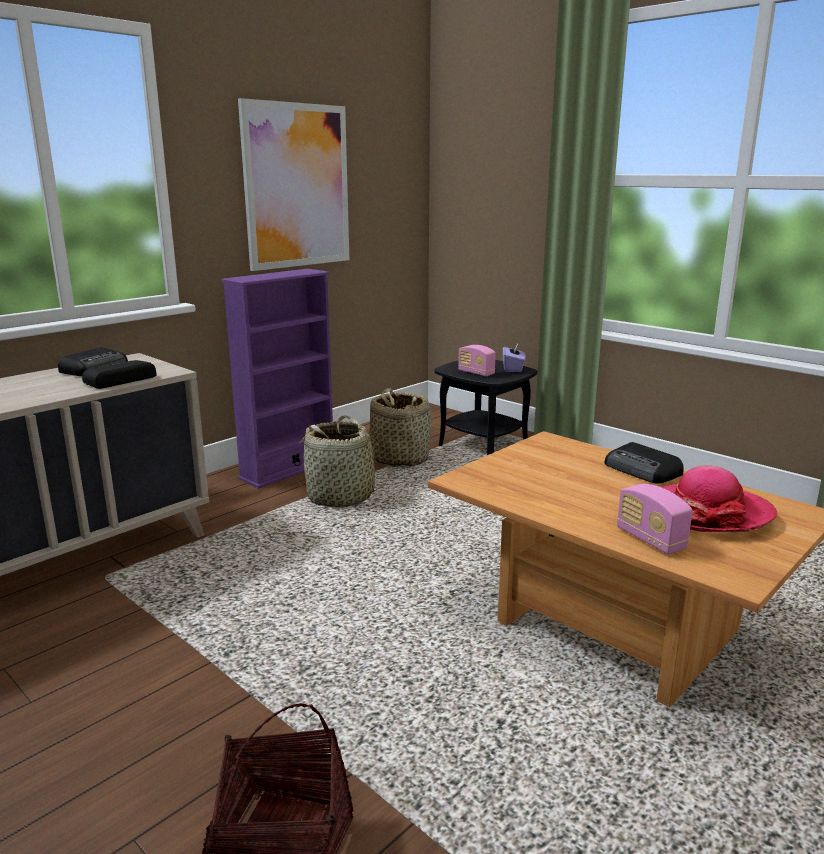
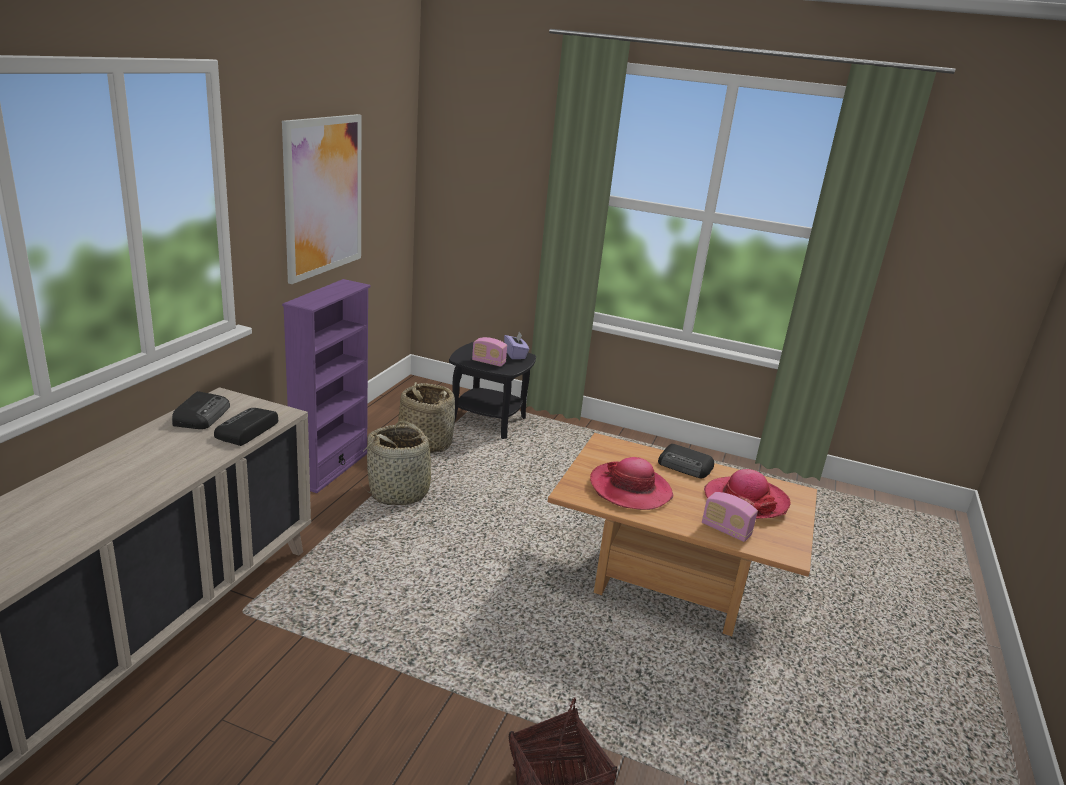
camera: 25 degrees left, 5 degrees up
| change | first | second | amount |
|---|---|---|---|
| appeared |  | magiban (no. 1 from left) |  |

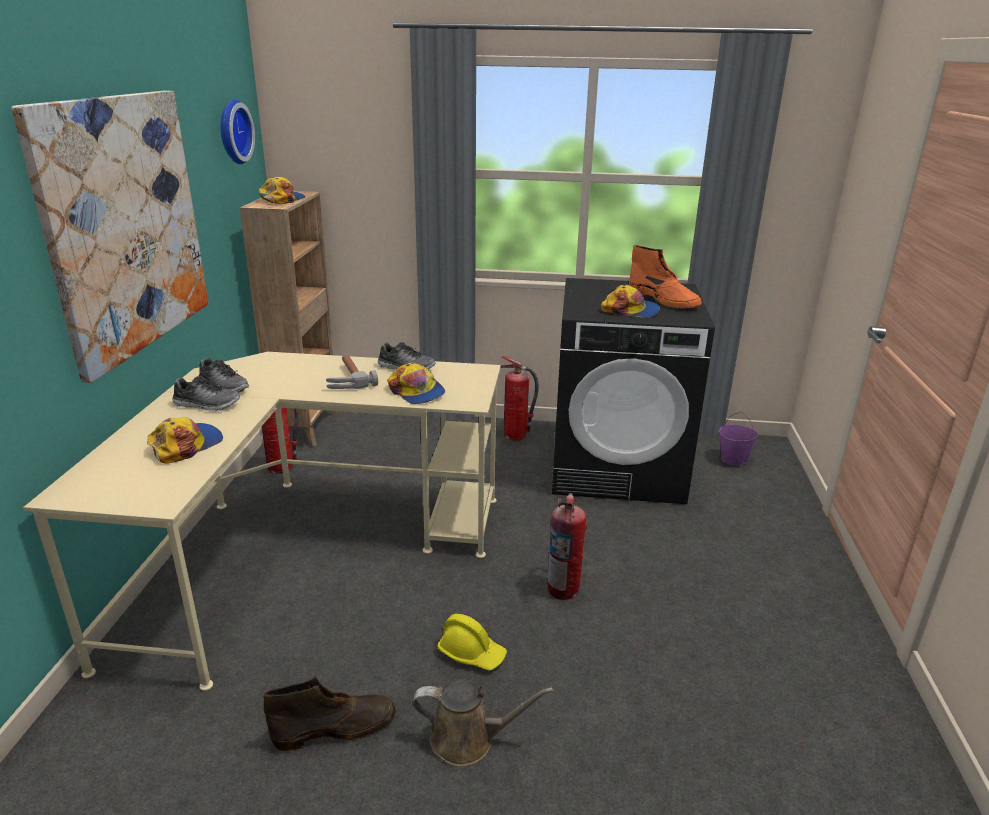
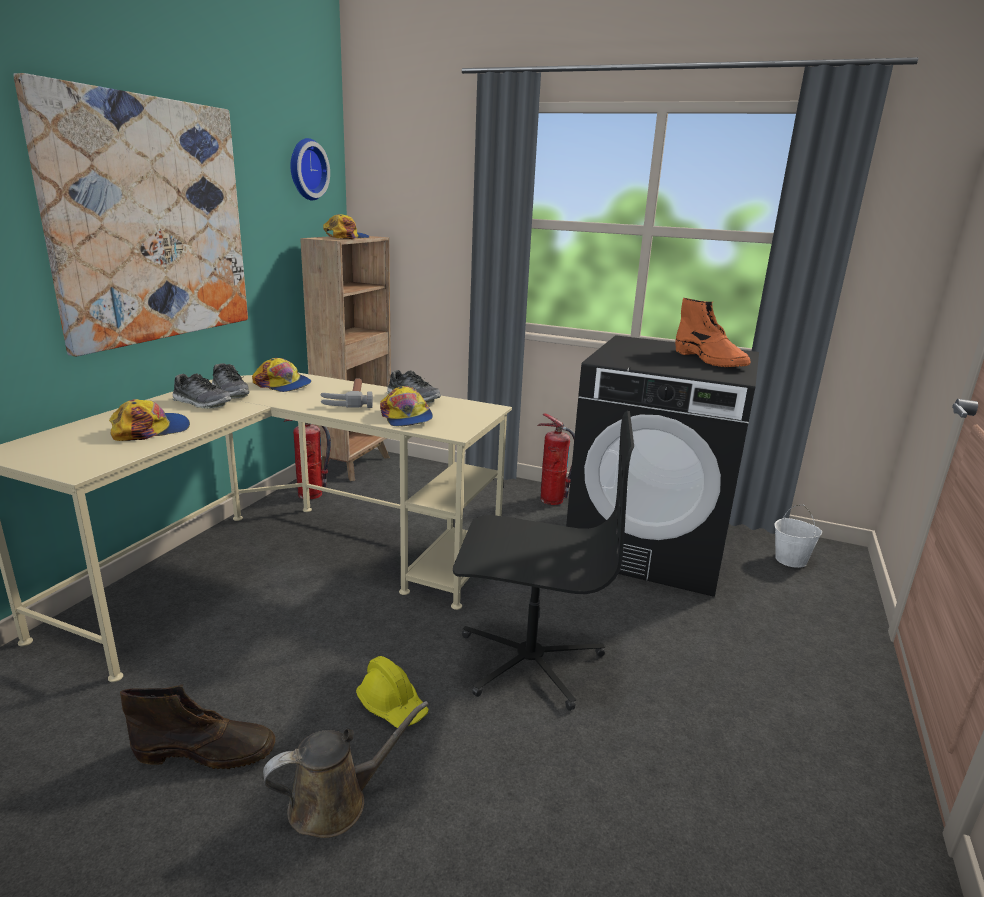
camera: 15 degrees right, 5 degrees down
| change | first | second | amount |
|---|---|---|---|
| relocated | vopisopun (no. 4 from left in the first image) | vopisopun (no. 2 from left) |  |
| colour | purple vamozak | white vamozak |  |
| exchanged | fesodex (no. 3 from left) | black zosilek |  |
| spun | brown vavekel |  | 45 degrees counterclockwise |

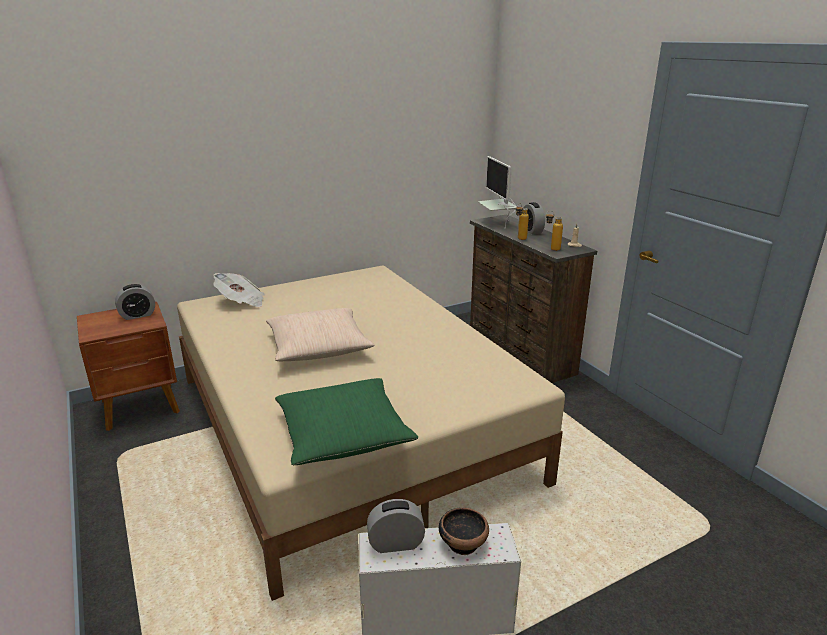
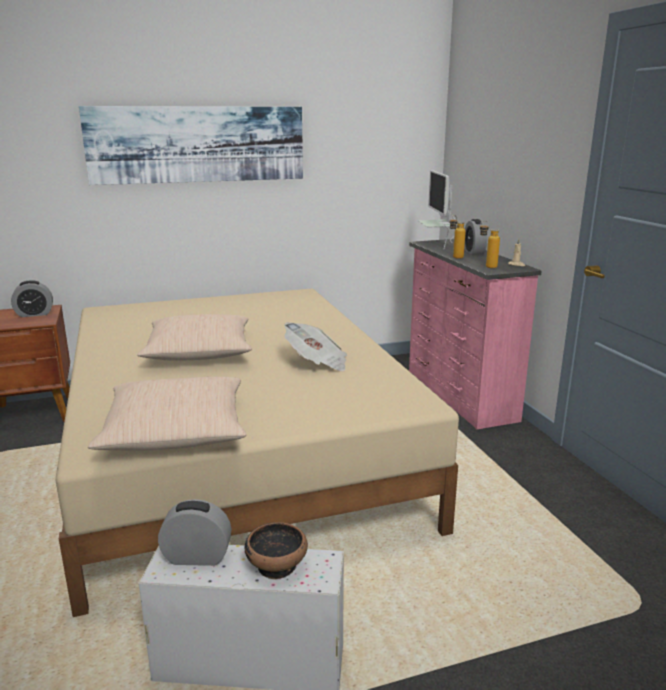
camera: 10 degrees right, 5 degrees down
| change | first | second | amount |
|---|---|---|---|
| colour | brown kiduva | pink kiduva |  |
| relocated | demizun |  |  |
| colour | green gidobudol | beige gidobudol (no. 1 from left) |  |
| appeared |  | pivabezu |  |

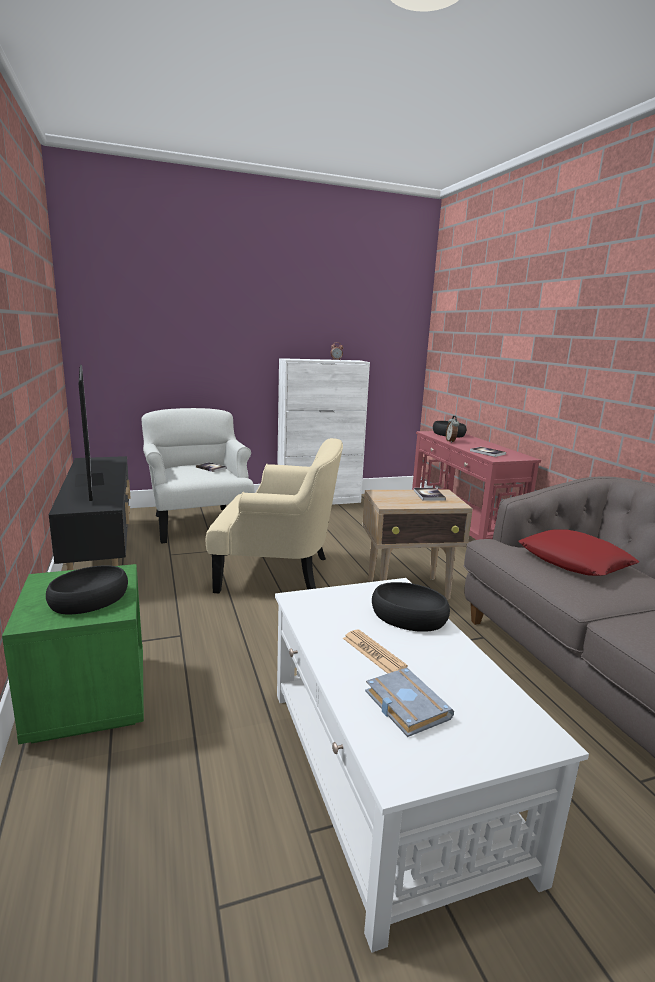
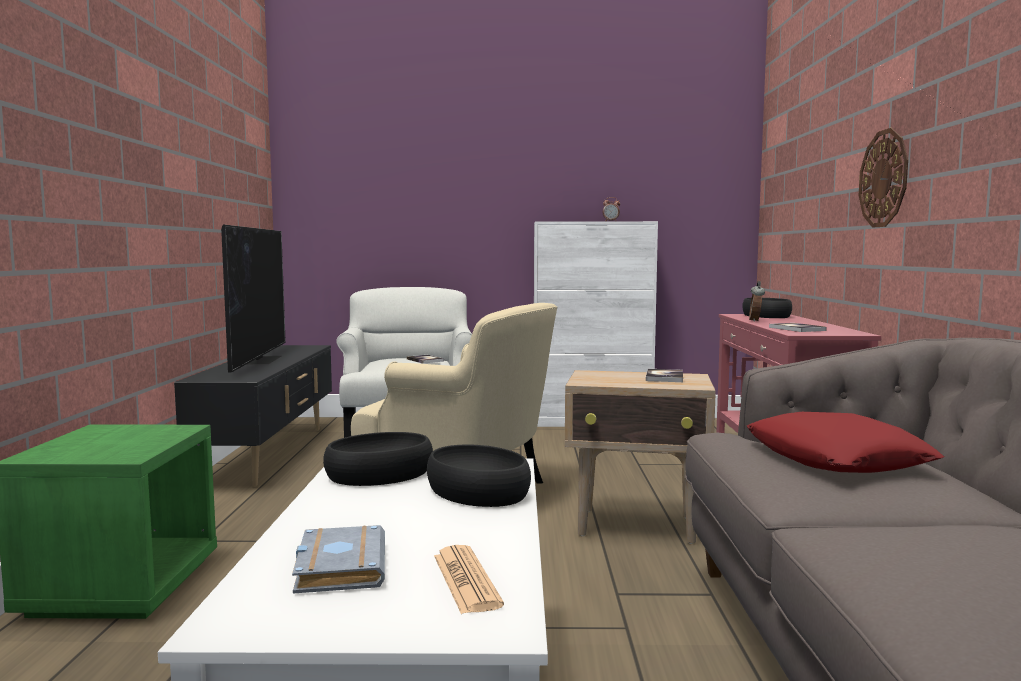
camera: 20 degrees right, 10 degrees down
| change | first | second | amount |
|---|---|---|---|
| relocated | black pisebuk (no. 1 from left) |  |  |
| relocated | demizun |  |  |
| appeared |  | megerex |  |

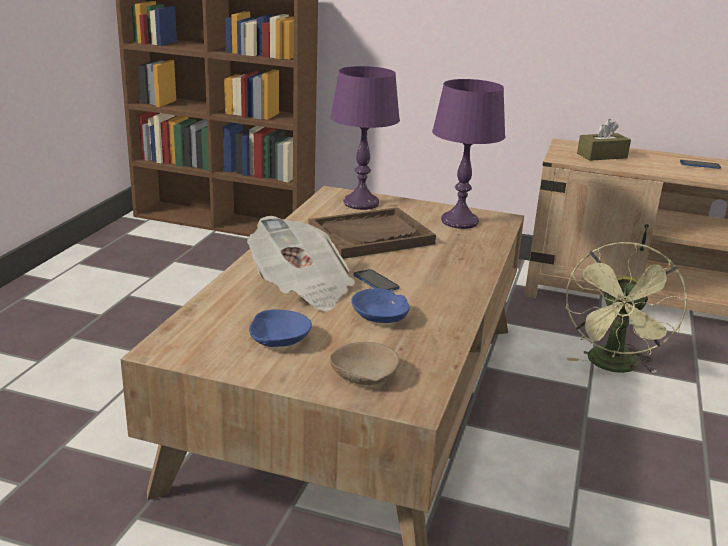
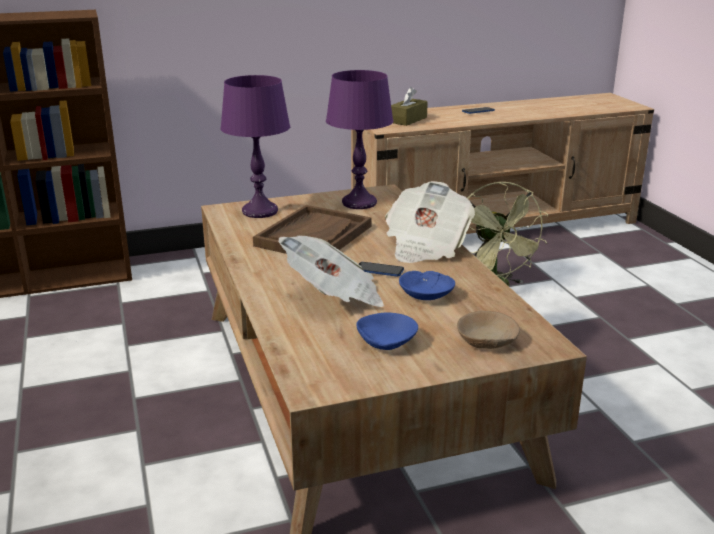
camera: 35 degrees left, 0 degrees up
| change | first | second | amount |
|---|---|---|---|
| appeared |  | demizun (no. 2 from left) |  |

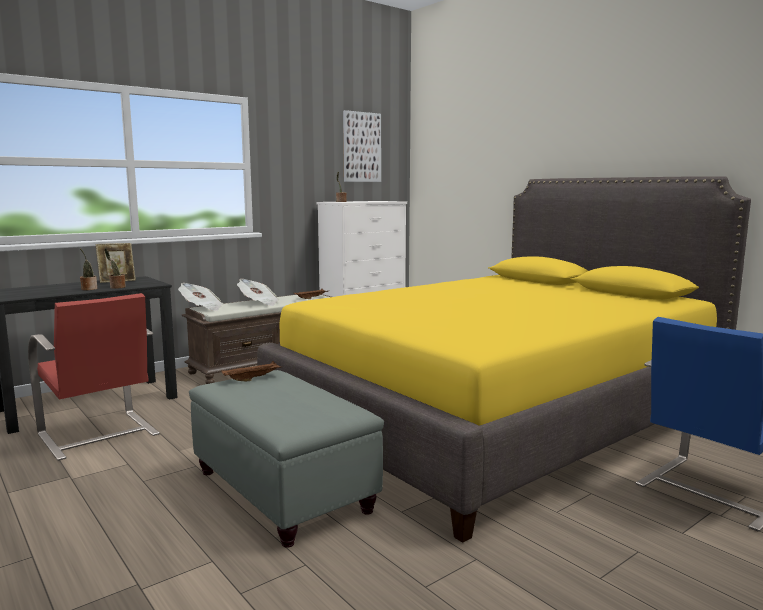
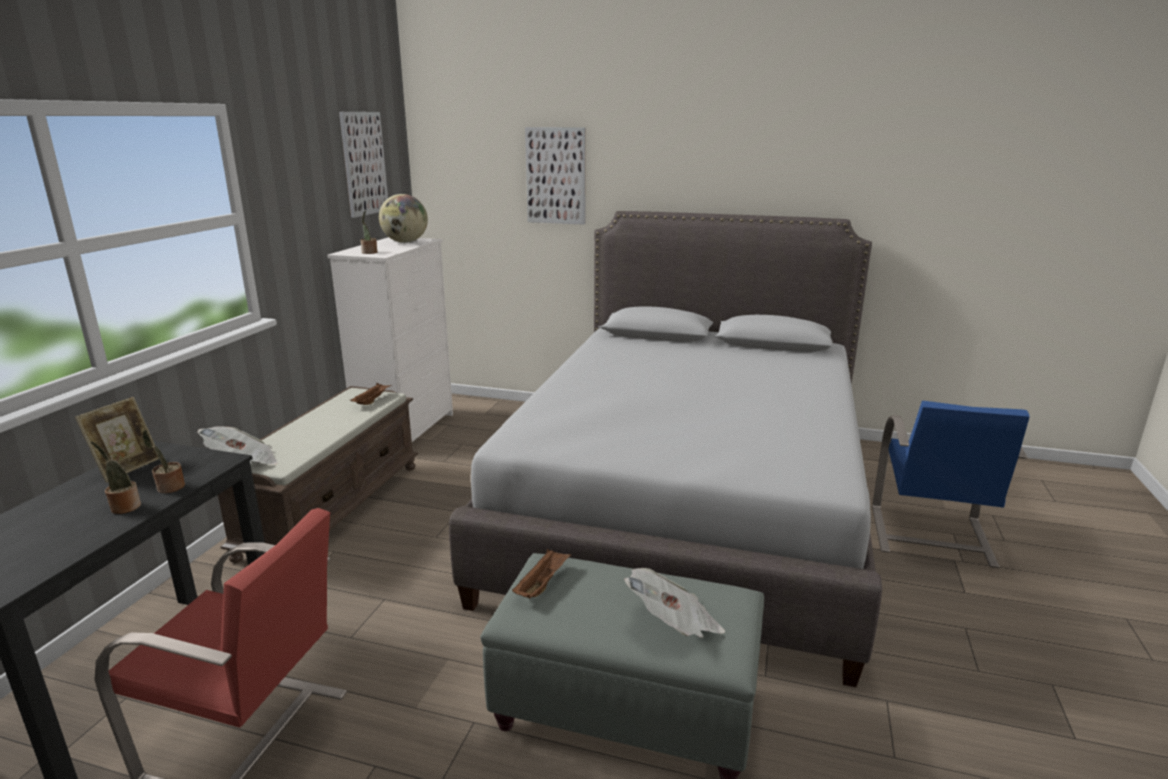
camera: 35 degrees left, 10 degrees up
| change | first | second | amount |
|---|---|---|---|
| colour | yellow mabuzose | grey mabuzose |  |
| relocated | demizun (no. 2 from left) |  |  |
| appeared |  | pivabezu (no. 2 from left) |  |
| appeared |  | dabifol |  |

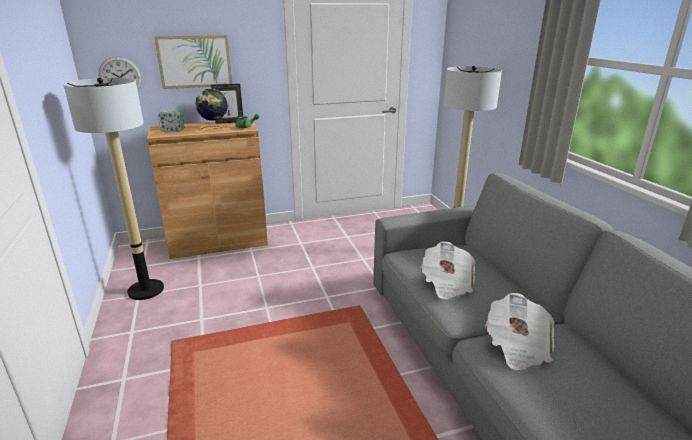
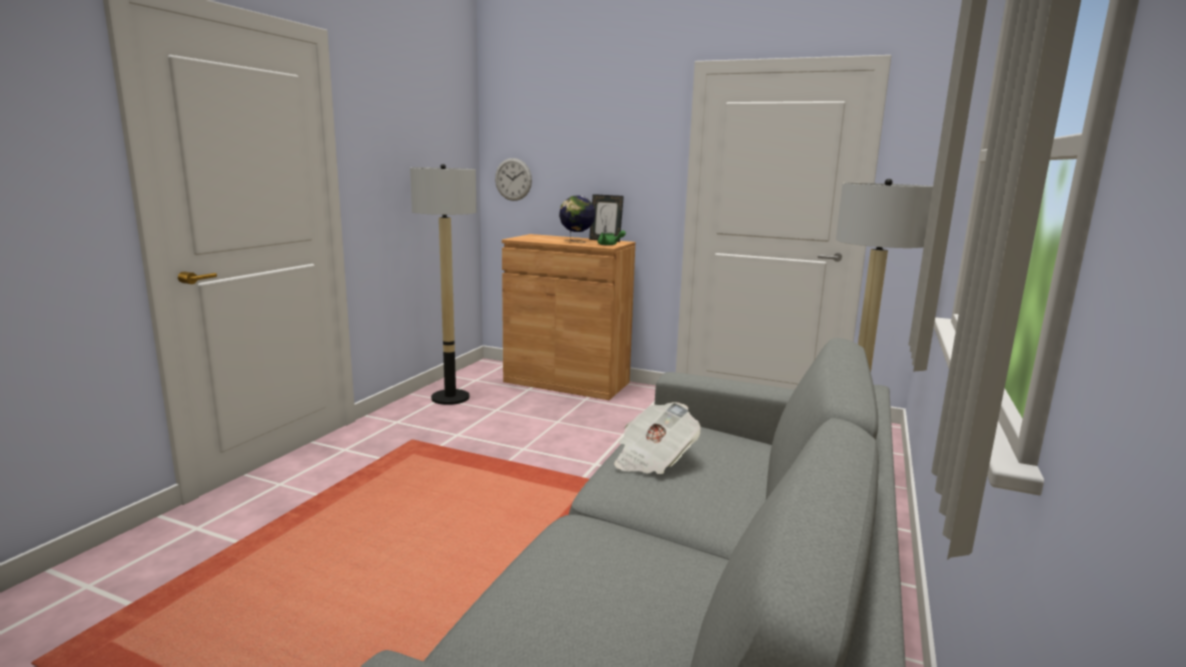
camera: 40 degrees right, 10 degrees down
| change | first | second | amount |
|---|---|---|---|
| missing | pivabezu |  |  |
| missing | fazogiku |  |  |
| missing | demizun (no. 2 from left) |  |  |

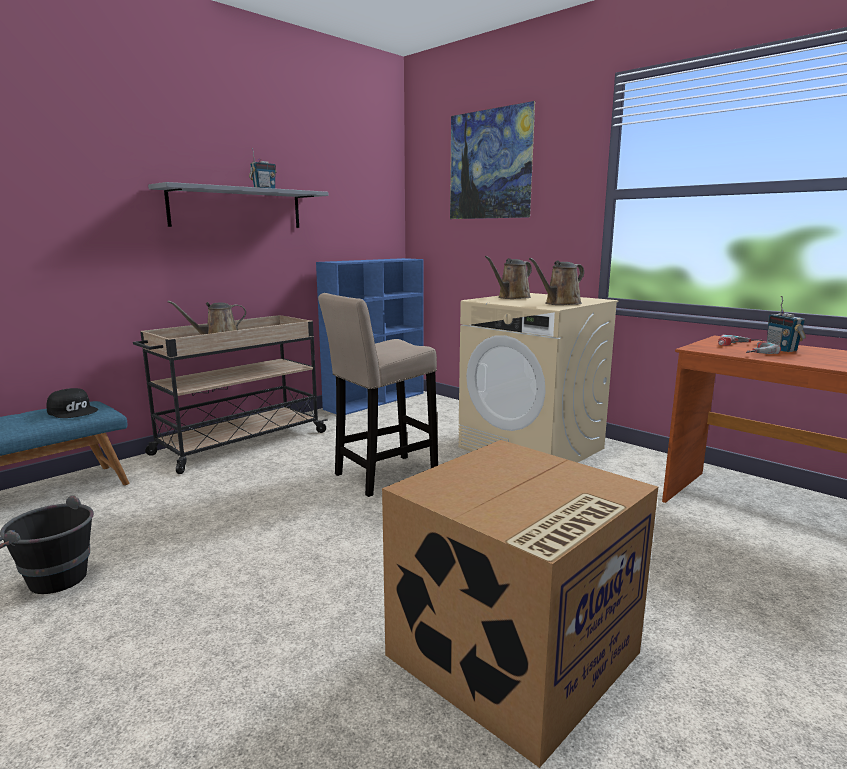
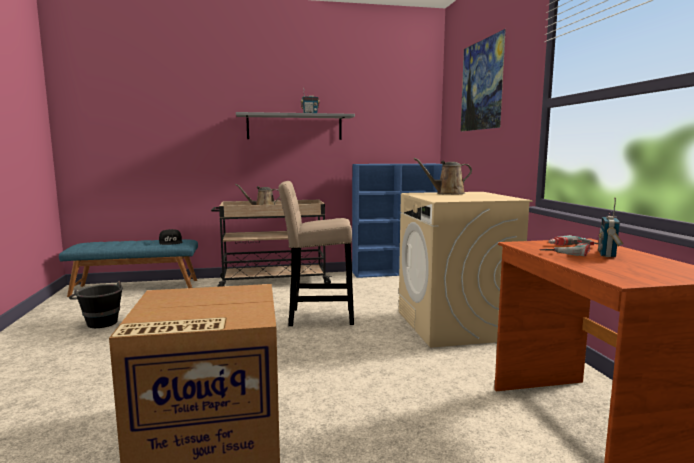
camera: 35 degrees right, 5 degrees down
| change | first | second | amount |
|---|---|---|---|
| missing | brown vavekel (no. 3 from left) |  |  |

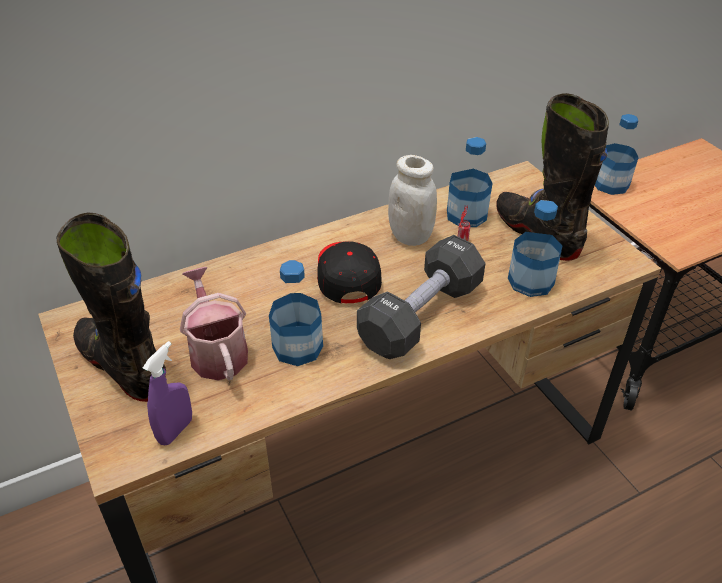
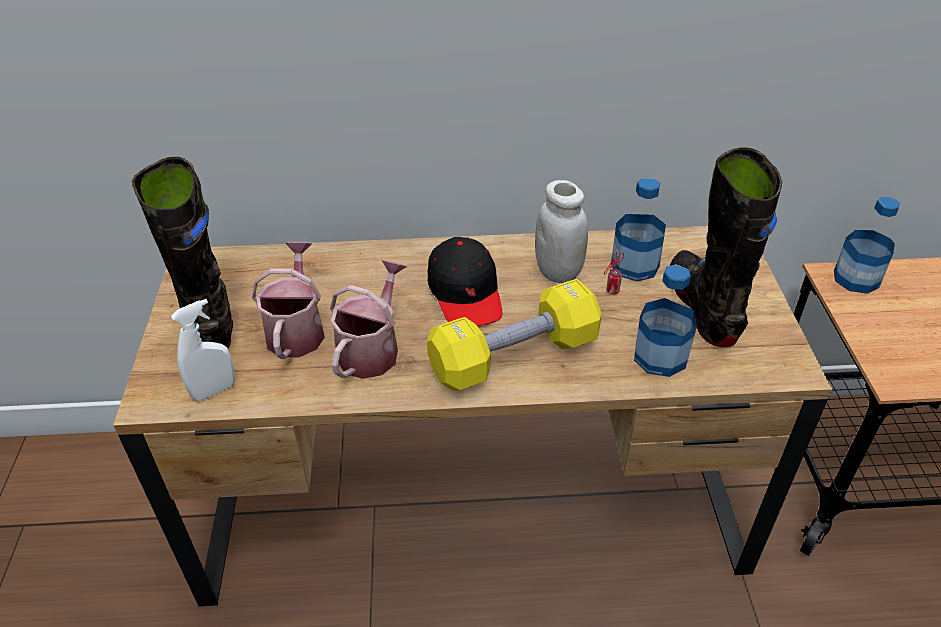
camera: 25 degrees right, 0 degrees up
| change | first | second | amount |
|---|---|---|---|
| colour | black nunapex | yellow nunapex |  |
| spun | black vopisopun |  | 150 degrees clockwise |
| exchanged | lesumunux (no. 1 from left) | vavekel (no. 2 from left) |  |
| colour | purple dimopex | white dimopex |  |

